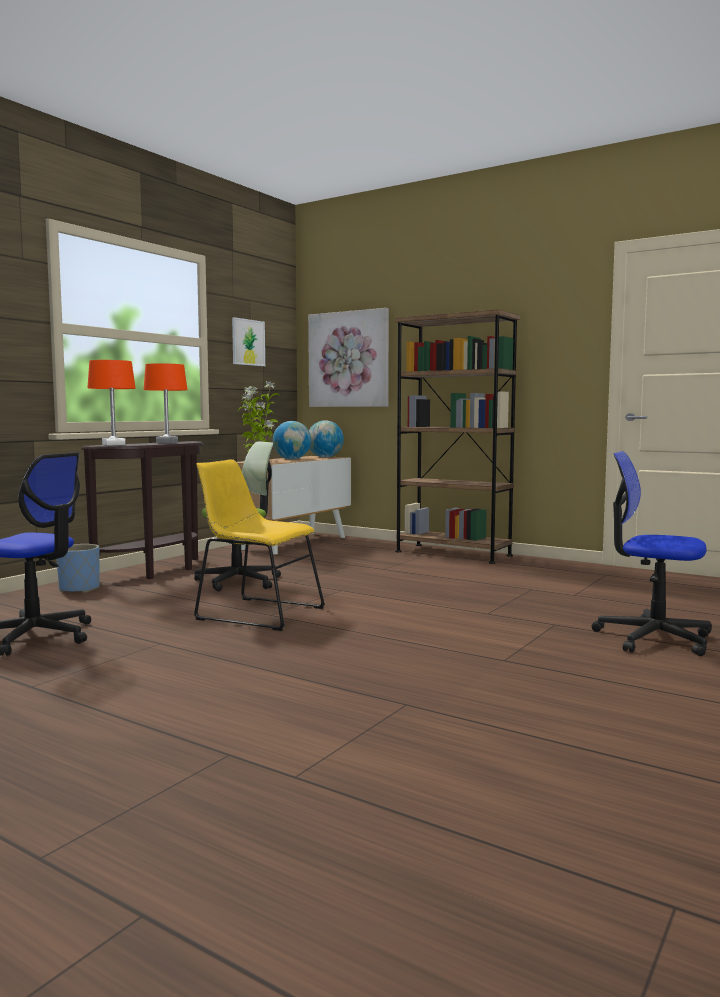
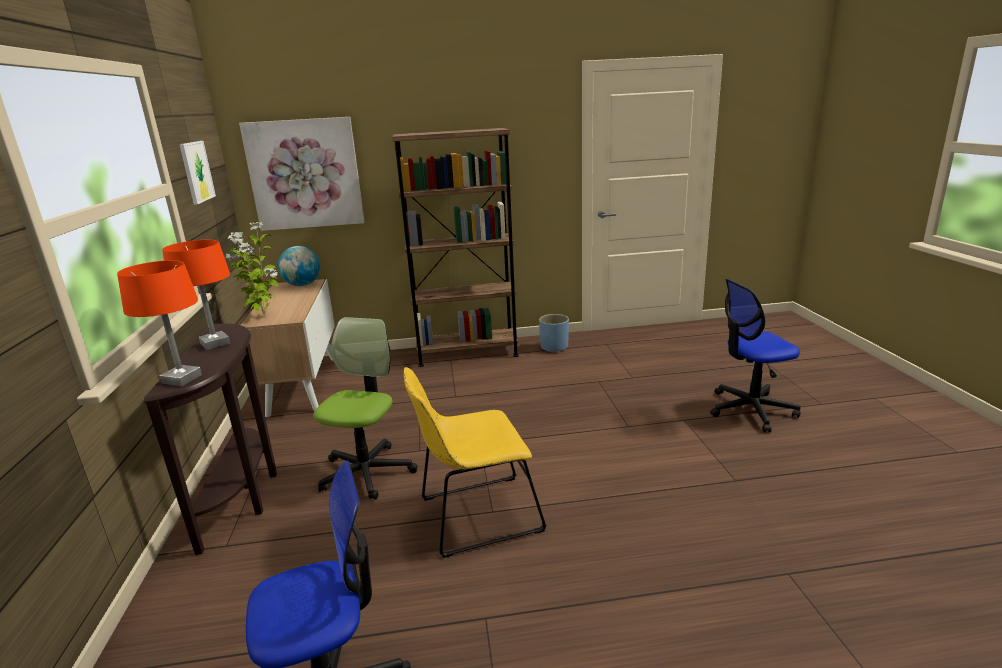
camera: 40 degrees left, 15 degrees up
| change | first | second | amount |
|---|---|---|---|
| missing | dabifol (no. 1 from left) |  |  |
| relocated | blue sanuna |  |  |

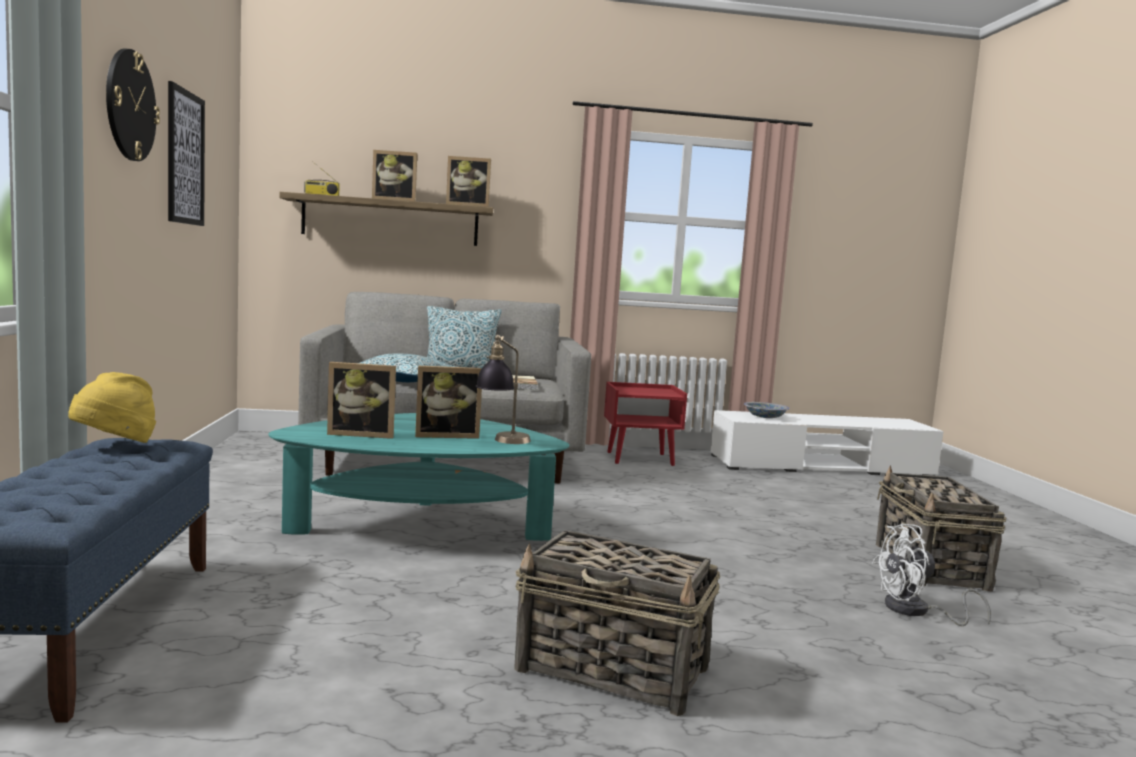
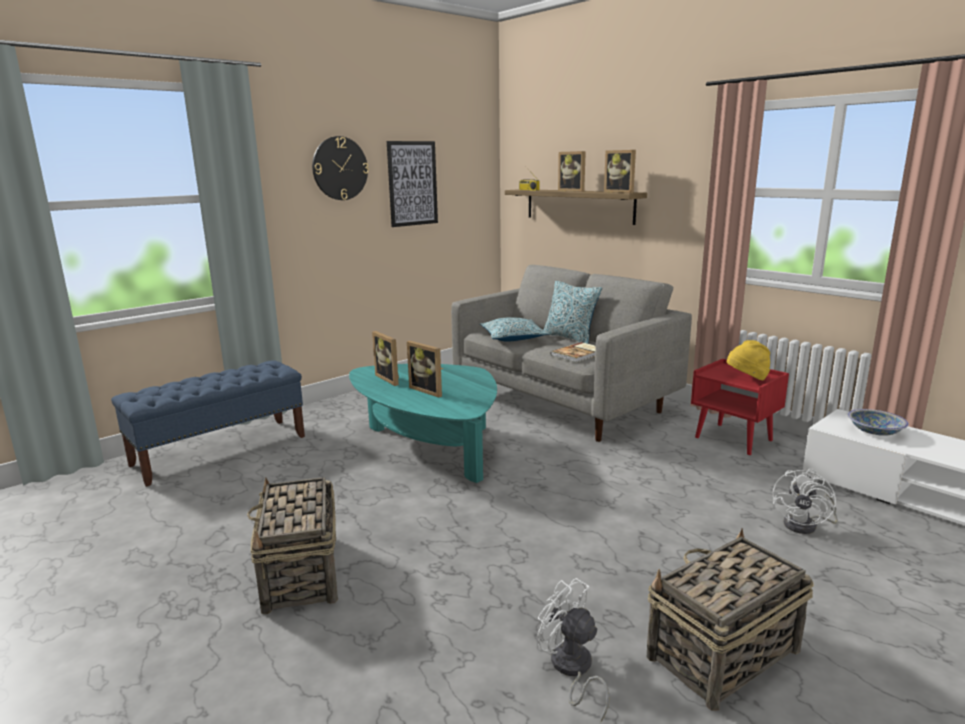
camera: 55 degrees right, 10 degrees up
| change | first | second | amount |
|---|---|---|---|
| missing | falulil |  |  |
| relocated | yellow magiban |  |  |
| appeared |  | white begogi (no. 2 from left) |  |

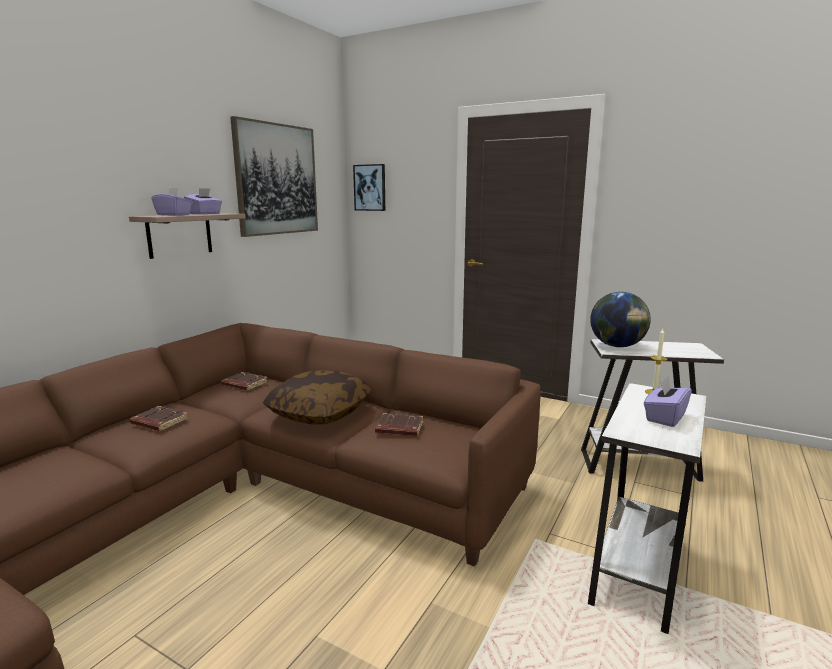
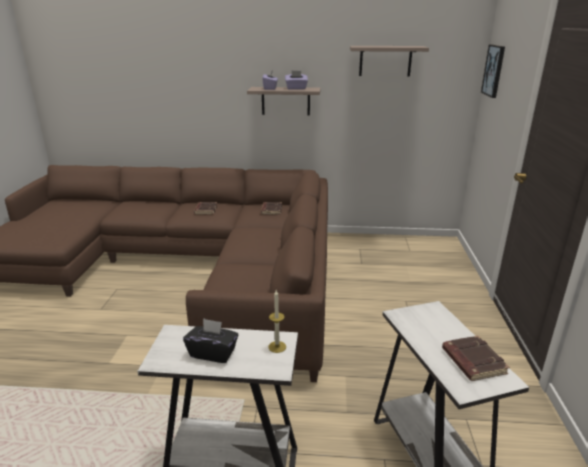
camera: 65 degrees right, 10 degrees up
| change | first | second | amount |
|---|---|---|---|
| exchanged | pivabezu (no. 1 from left) | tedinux (no. 2 from left) |  |
| missing | dabifol |  |  |
| missing | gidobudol |  |  |
| colour | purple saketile (no. 3 from left) | black saketile |  |
| relocated | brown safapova (no. 3 from left) |  |  |

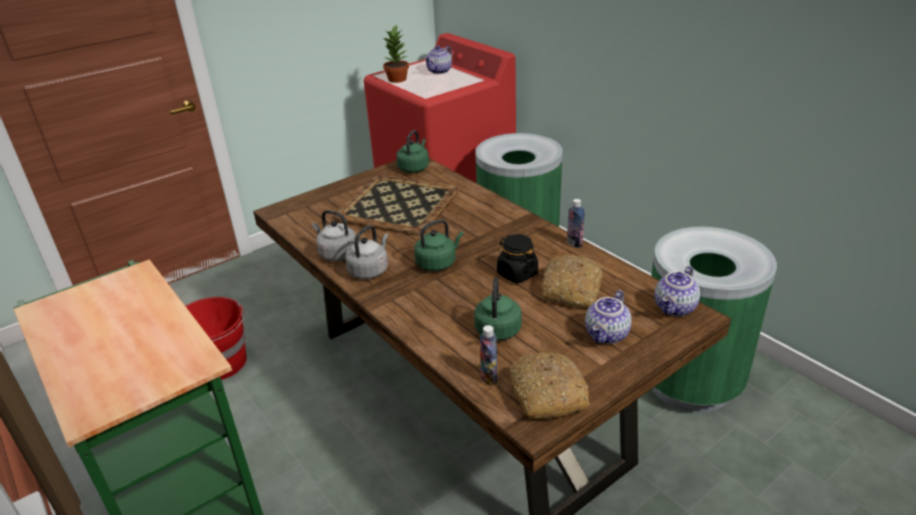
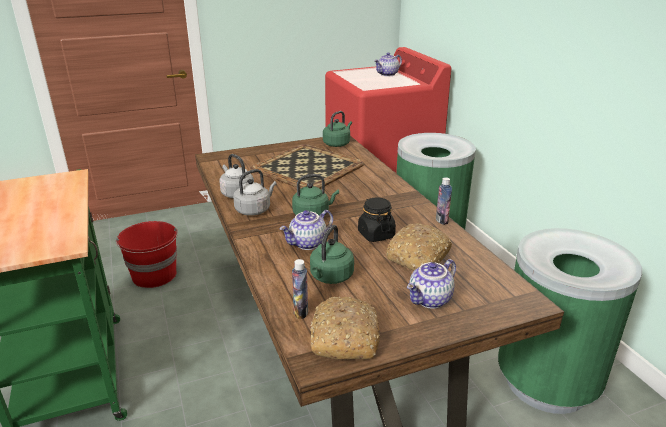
camera: 15 degrees right, 5 degrees down
| change | first | second | amount |
|---|---|---|---|
| missing | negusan |  |  |
| relocated | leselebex (no. 3 from left in the first image) | leselebex (no. 1 from left) |  |

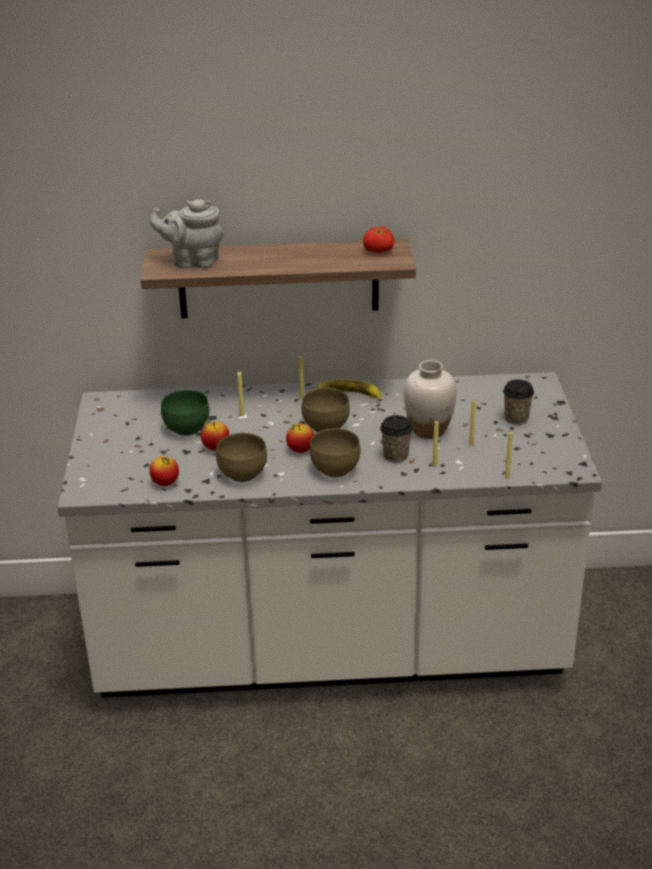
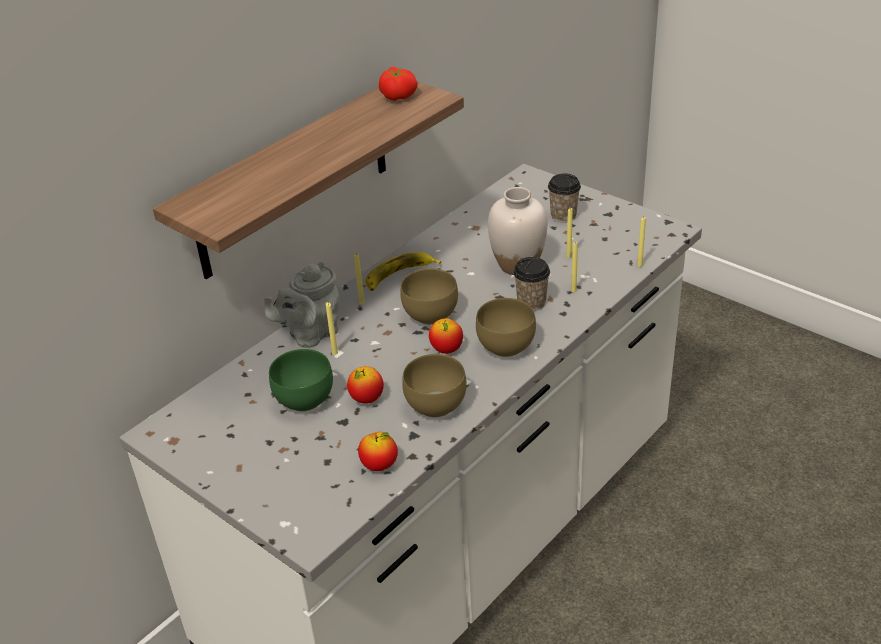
camera: 45 degrees left, 5 degrees up
| change | first | second | amount |
|---|---|---|---|
| relocated | grey leselebex |  |  |

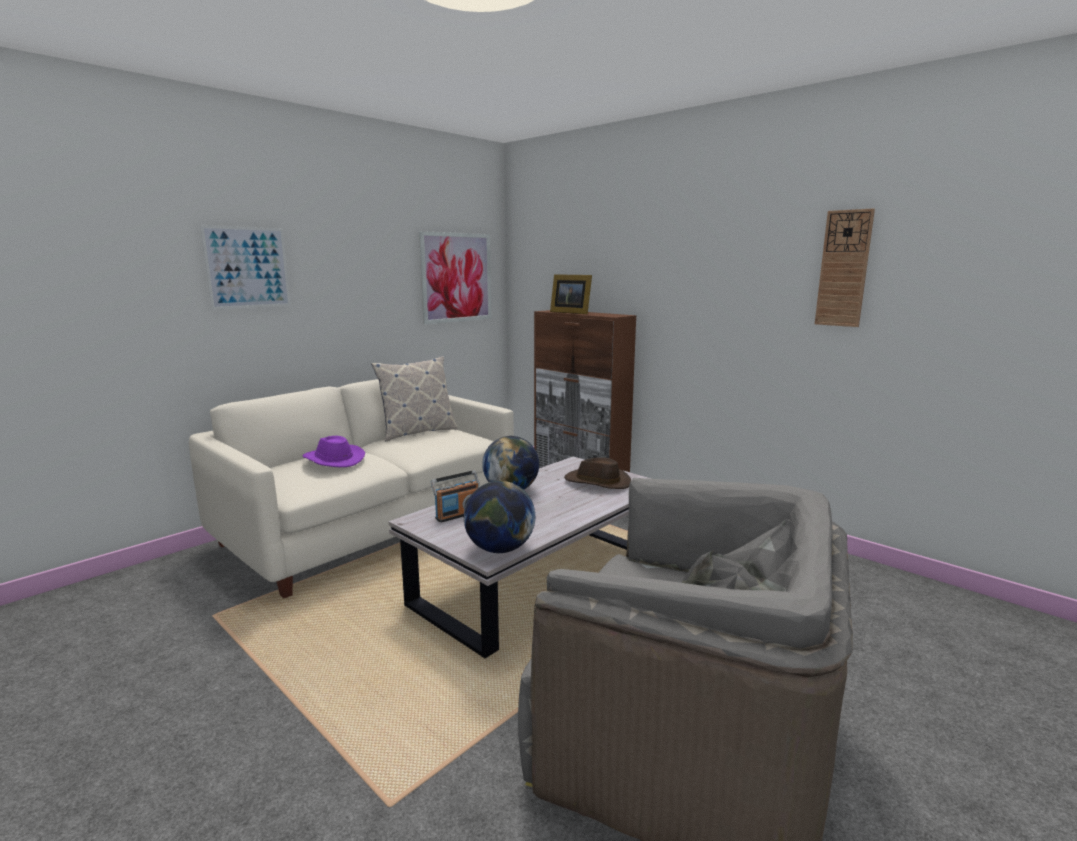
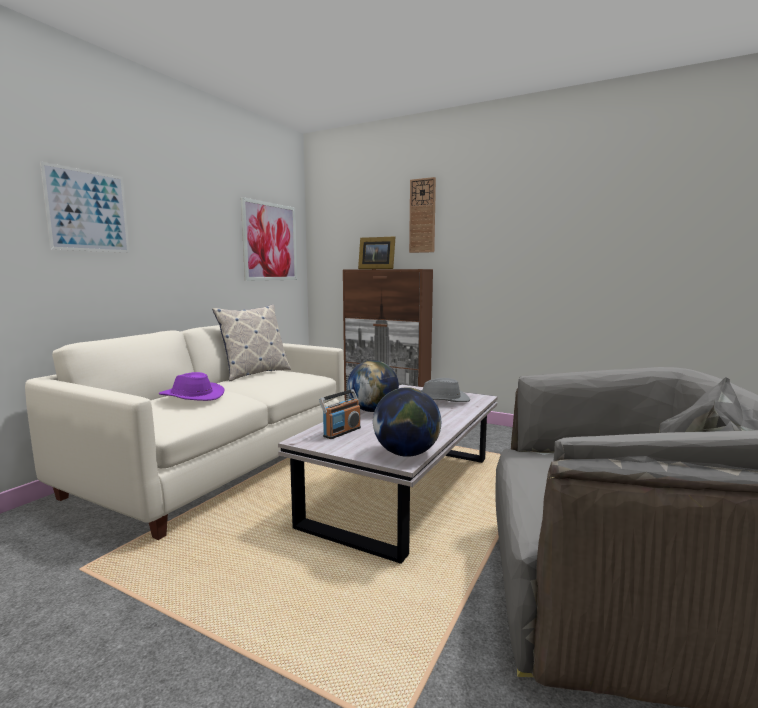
camera: 15 degrees left, 5 degrees down
| change | first | second | amount |
|---|---|---|---|
| relocated | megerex |  |  |
| colour | brown magiban | grey magiban |  |

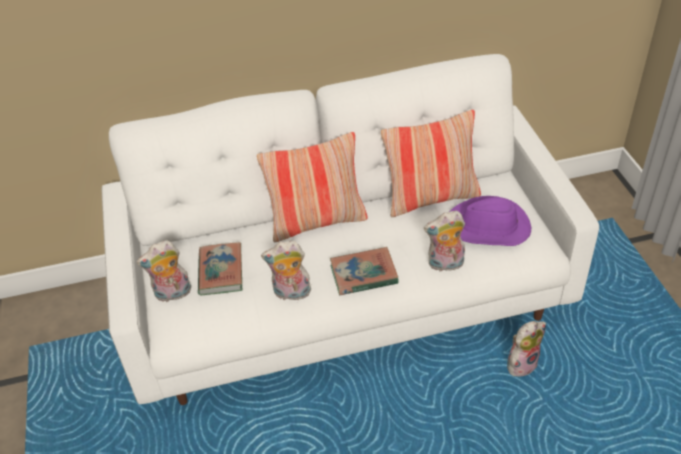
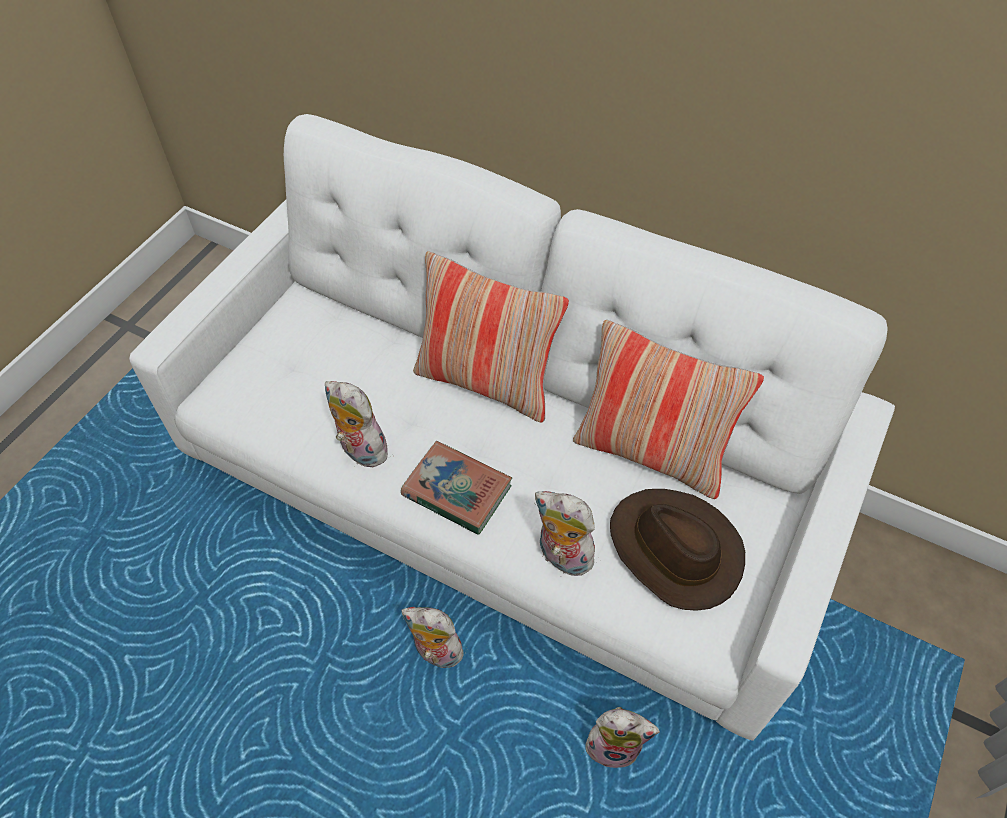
camera: 40 degrees right, 10 degrees up
| change | first | second | amount |
|---|---|---|---|
| colour | purple magiban | brown magiban |  |
| relocated | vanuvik (no. 1 from left in the first image) | vanuvik (no. 2 from left) |  |
| missing | safapova (no. 1 from left) |  |  |

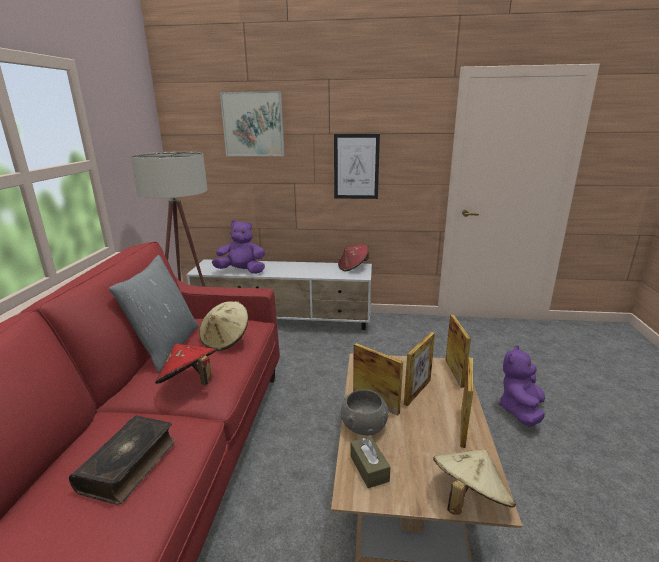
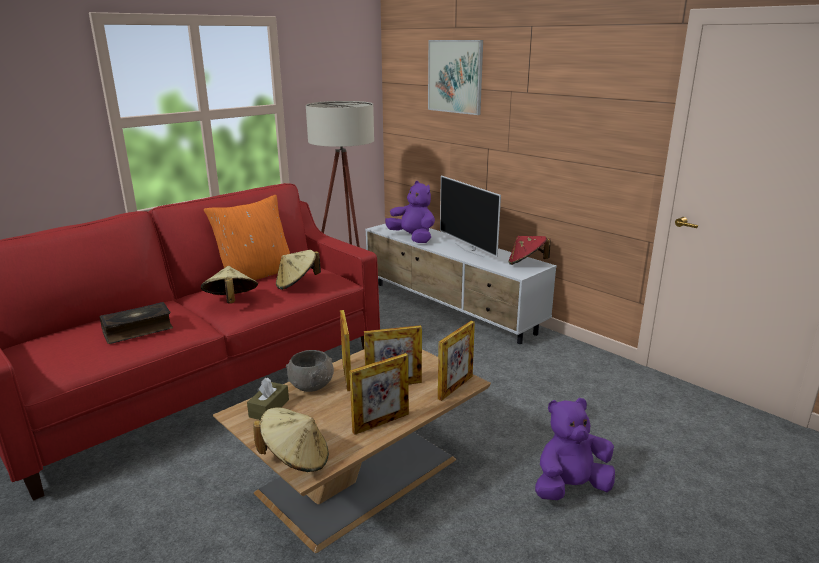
camera: 40 degrees right, 0 degrees up
| change | first | second | amount |
|---|---|---|---|
| missing | pivabezu (no. 2 from left) |  |  |
| colour | grey gidobudol | orange gidobudol |  |
| colour | red magiban (no. 1 from left) | beige magiban (no. 1 from left) |  |
| appeared |  | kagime |  |

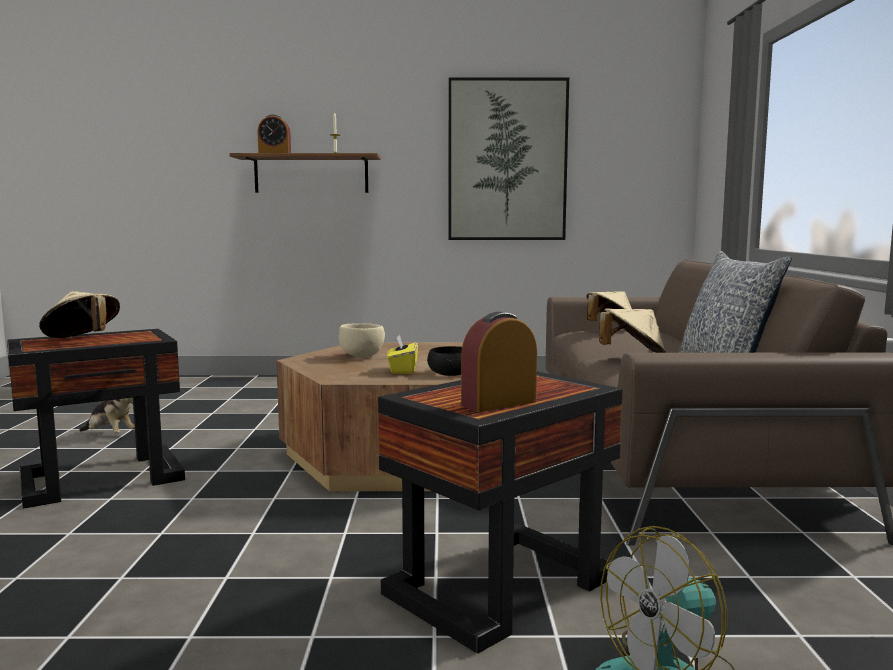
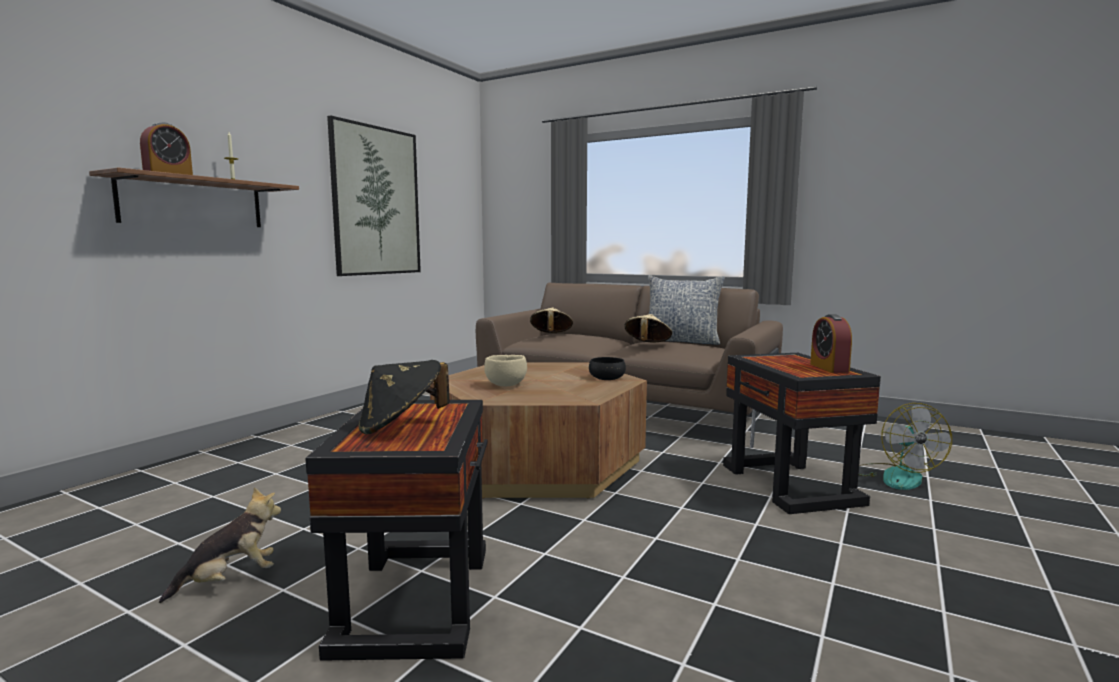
camera: 60 degrees left, 0 degrees up
| change | first | second | amount |
|---|---|---|---|
| colour | beige magiban (no. 1 from left) | black magiban |  |
| missing | yellow saketile |  |  |

